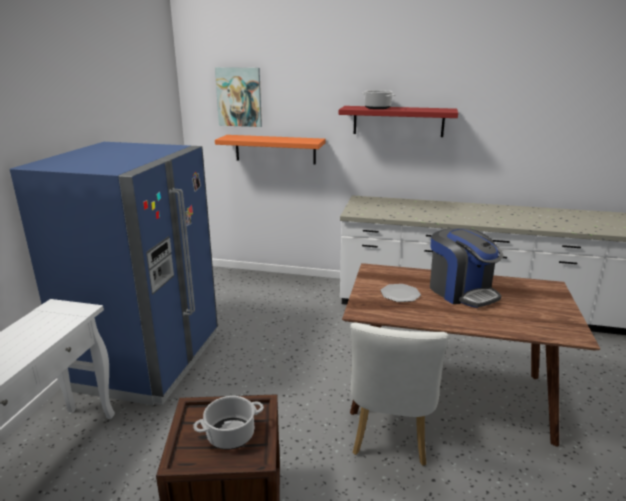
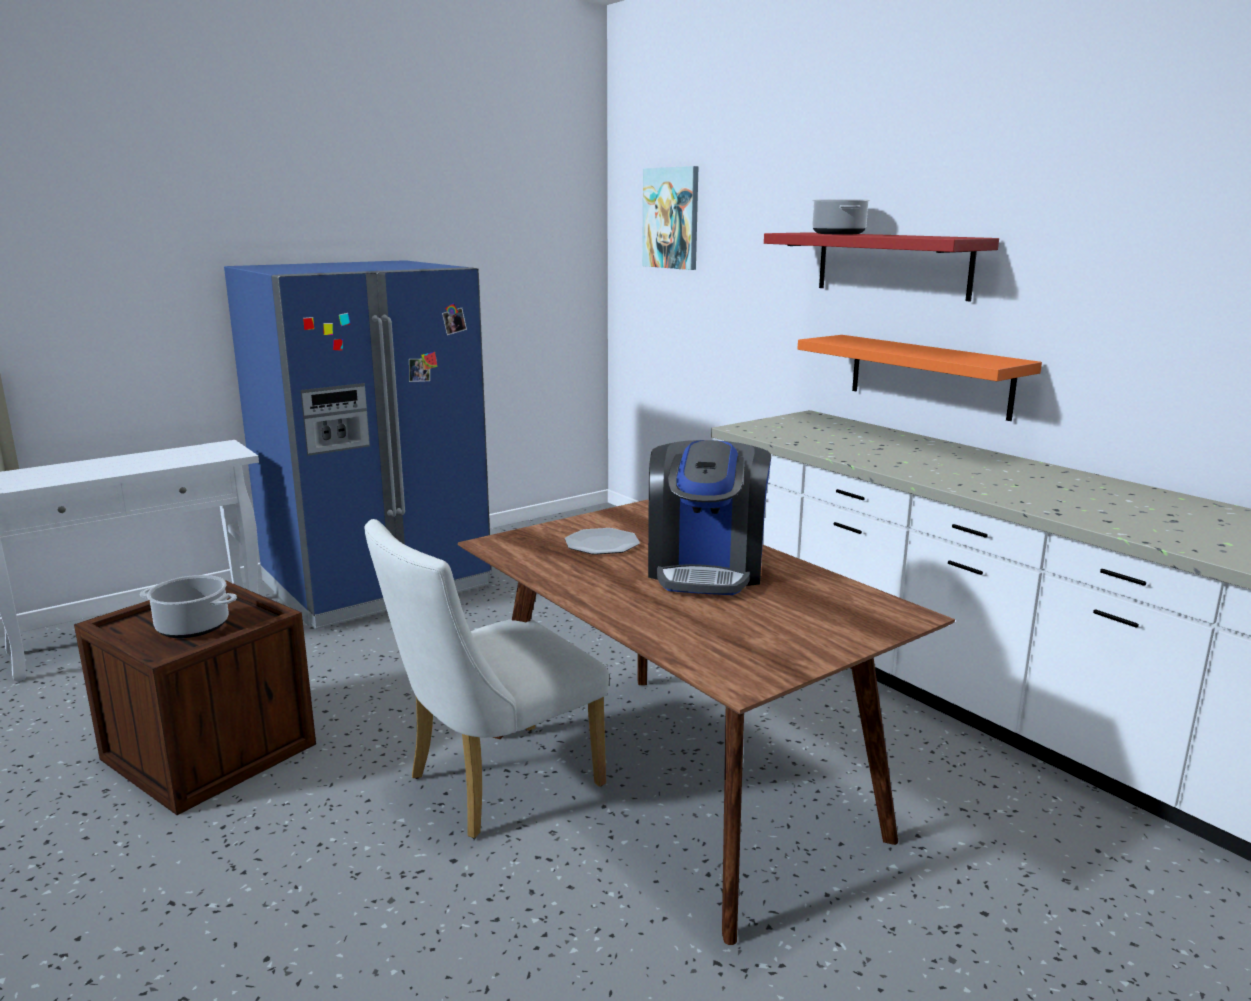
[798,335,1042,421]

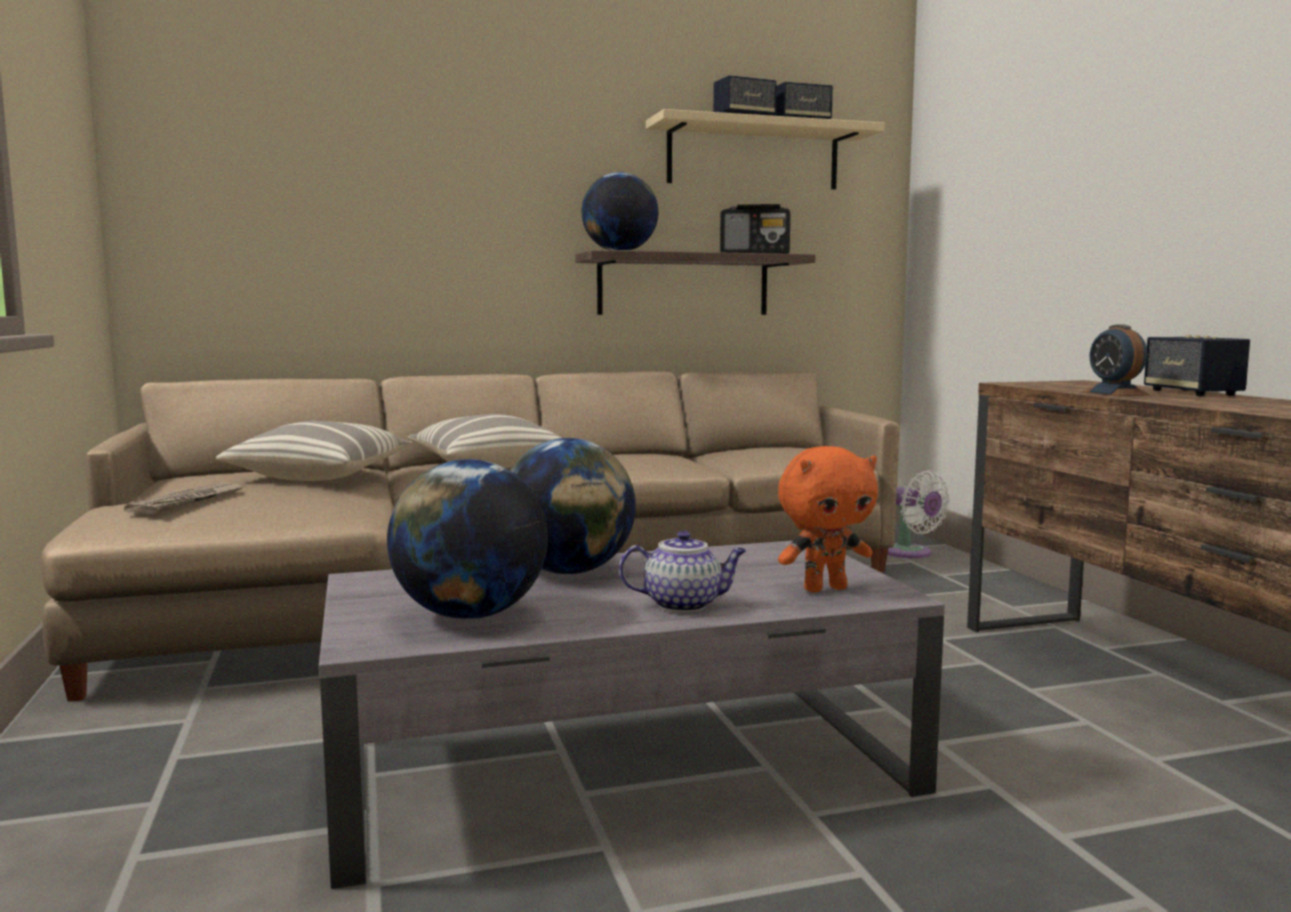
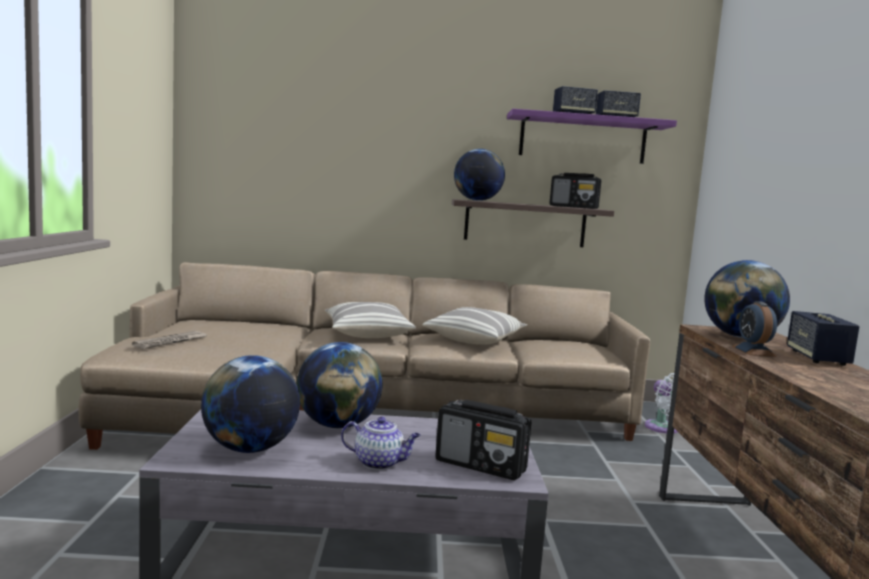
[422,307,527,345]
[435,400,531,480]
[507,109,677,164]
[704,260,790,338]

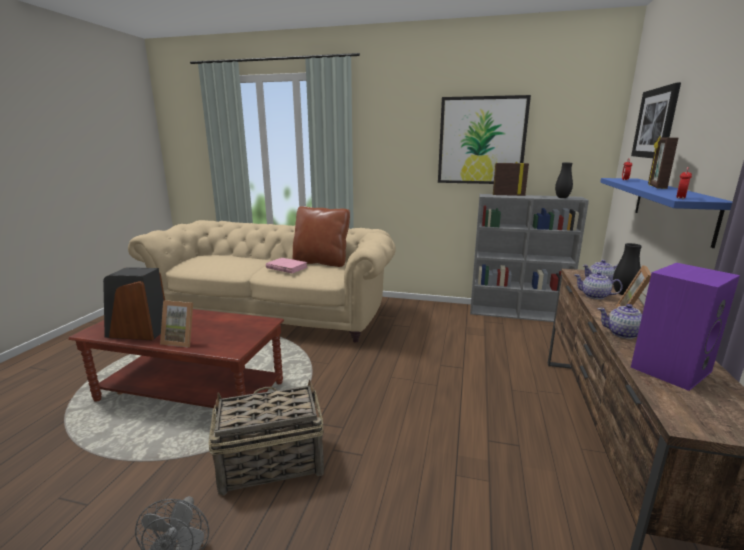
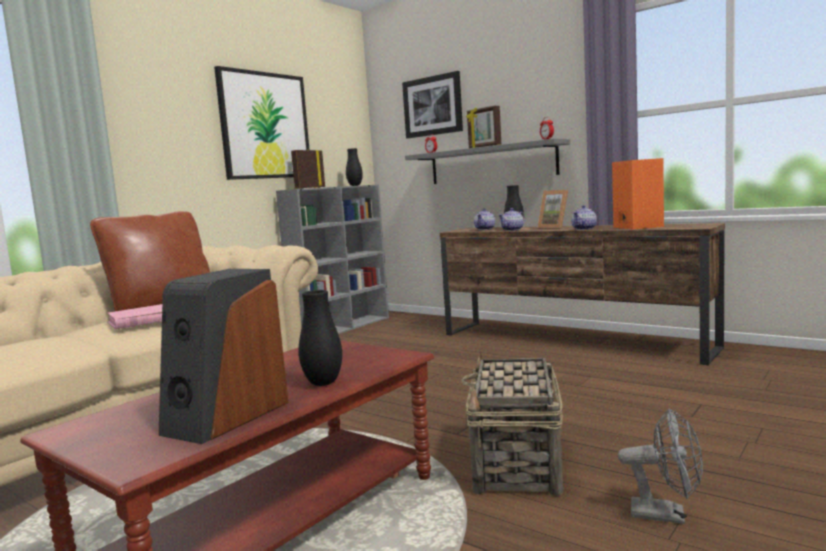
[299,290,342,386]
[405,138,570,184]
[612,158,664,229]

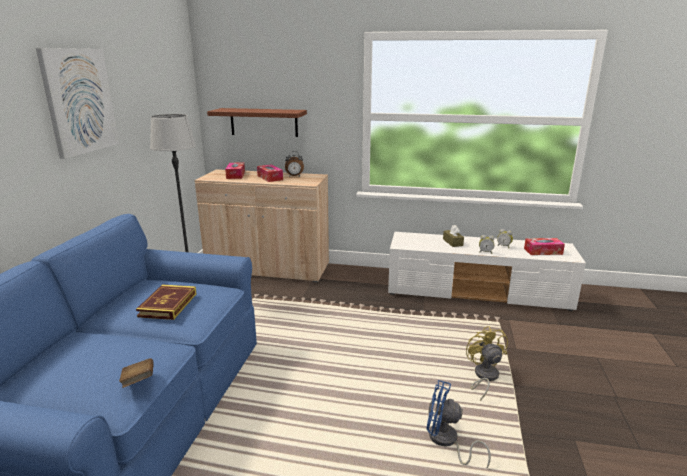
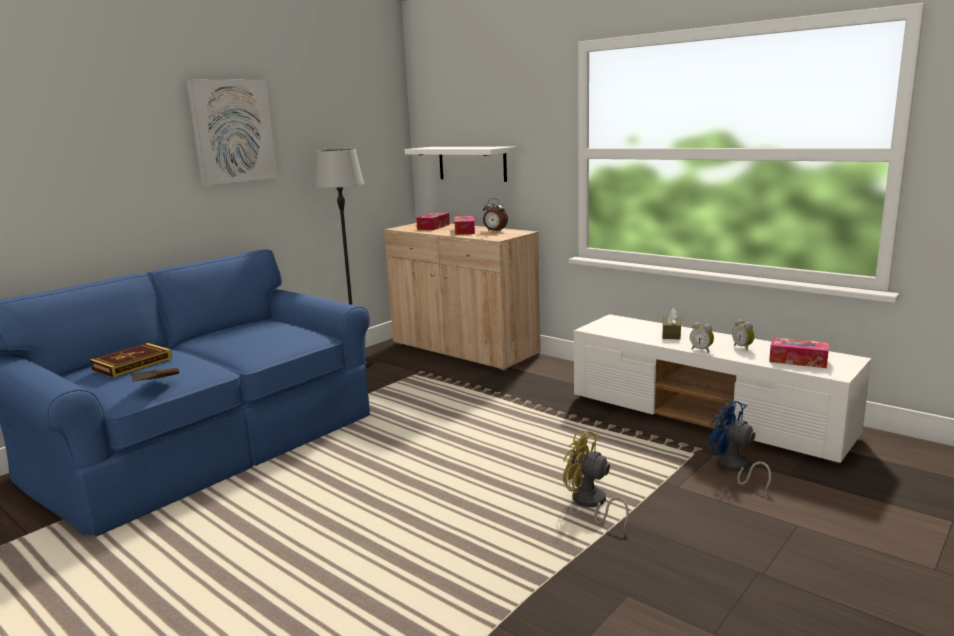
[90,343,172,378]
[405,147,516,182]
[563,430,629,530]
[709,399,771,492]

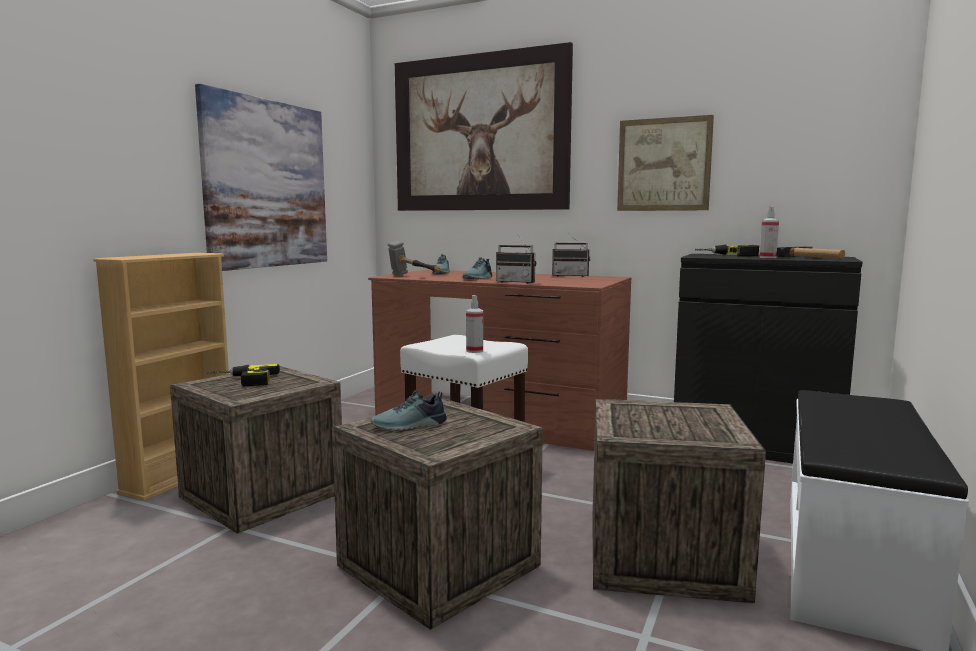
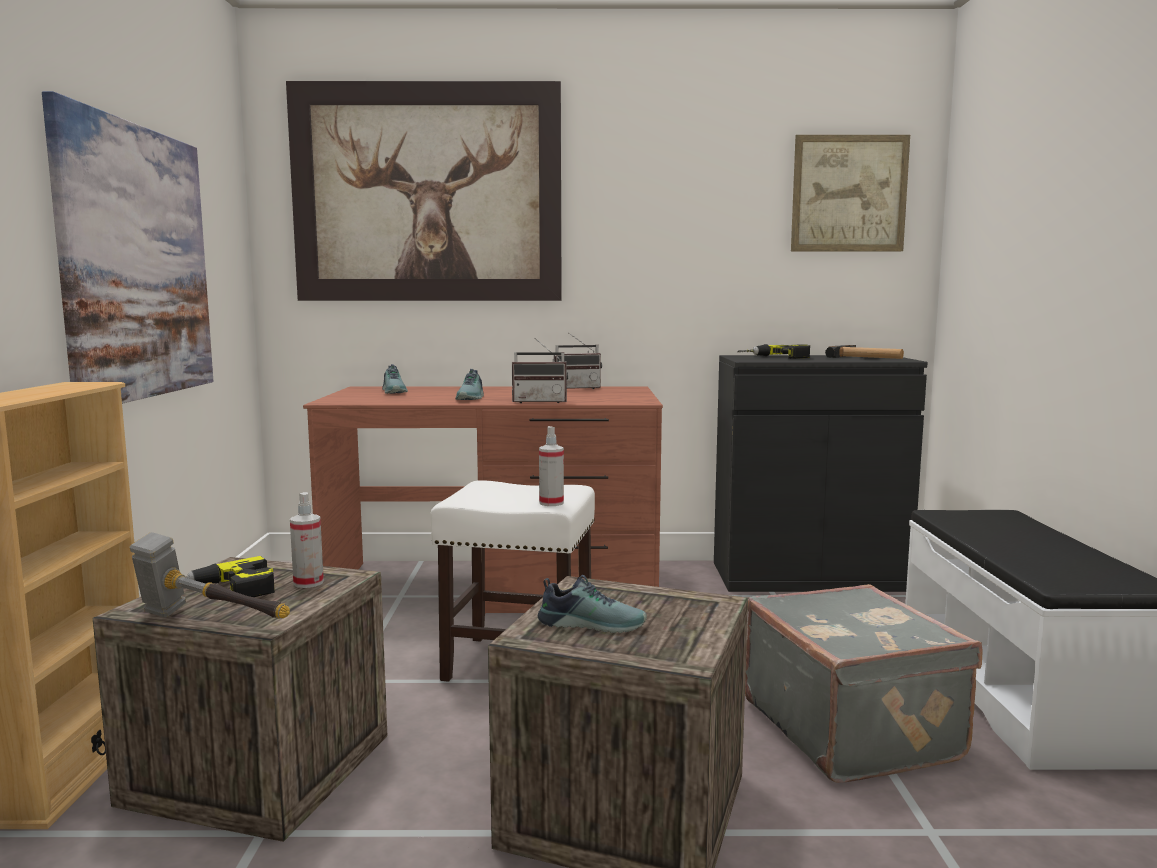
[130,532,290,619]
[290,492,324,588]
[538,575,647,633]
[745,584,983,783]
[791,135,910,251]

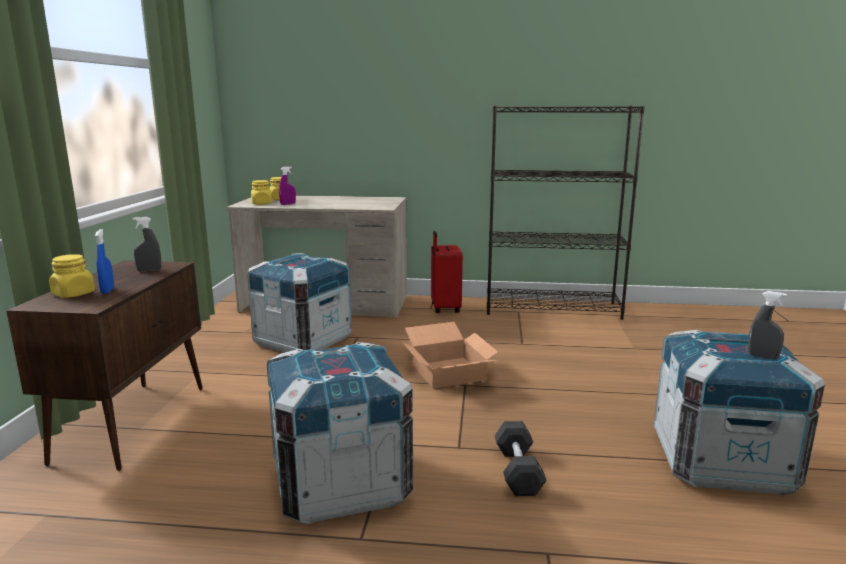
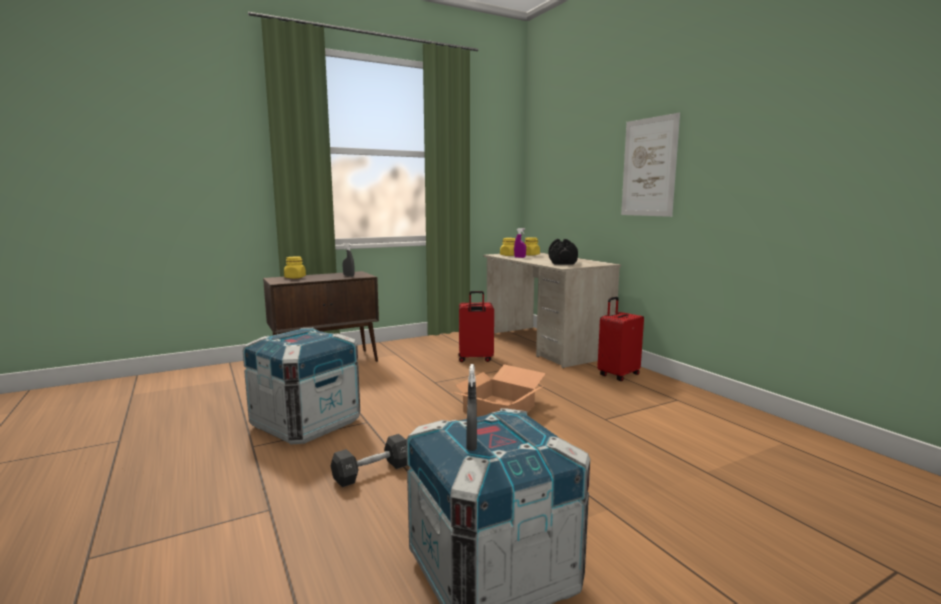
[459,291,494,362]
[548,239,578,265]
[621,113,680,217]
[95,229,114,294] (first image)
[487,106,645,320] (first image)

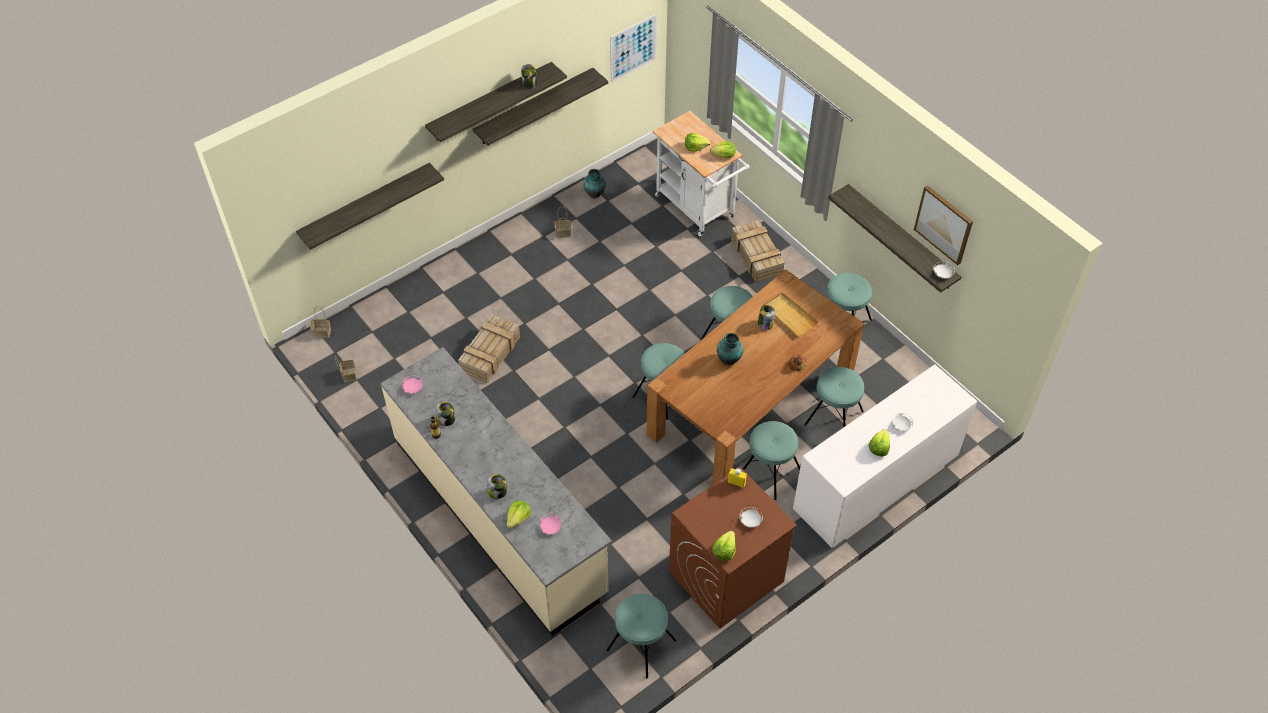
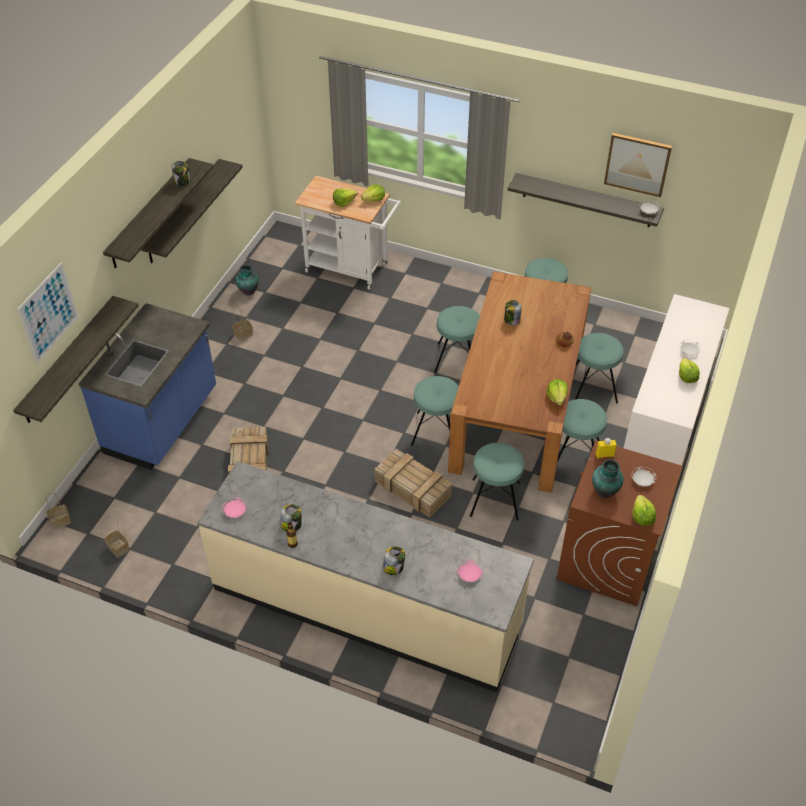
[17,262,79,363]
[79,303,216,470]
[374,449,452,517]
[470,443,524,521]
[546,379,568,405]
[592,459,624,498]
[763,292,818,337] (first image)

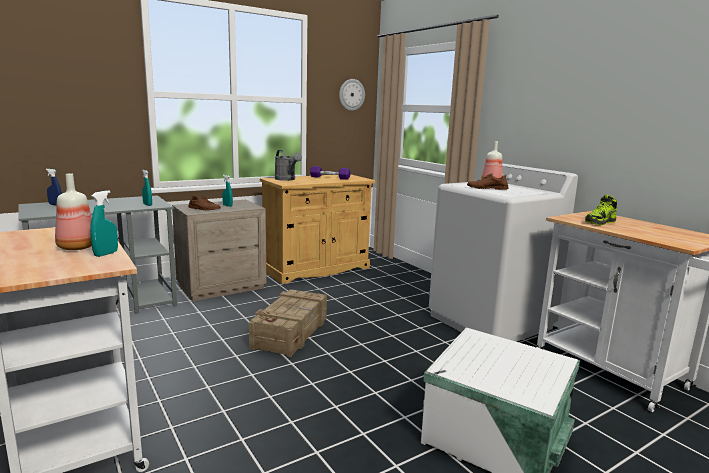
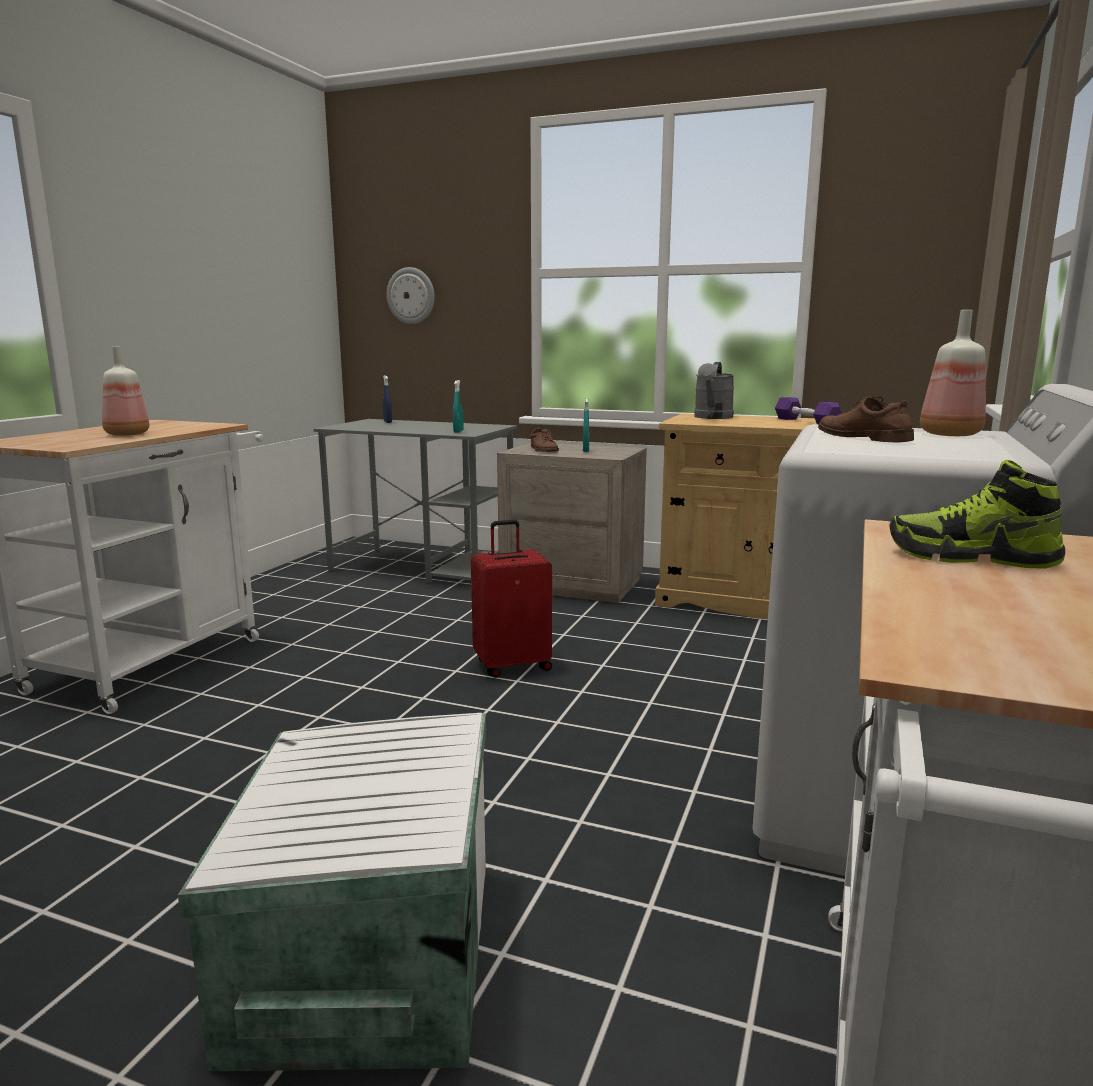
[386,267,435,324]
[471,520,552,678]
[90,191,118,257] (first image)

